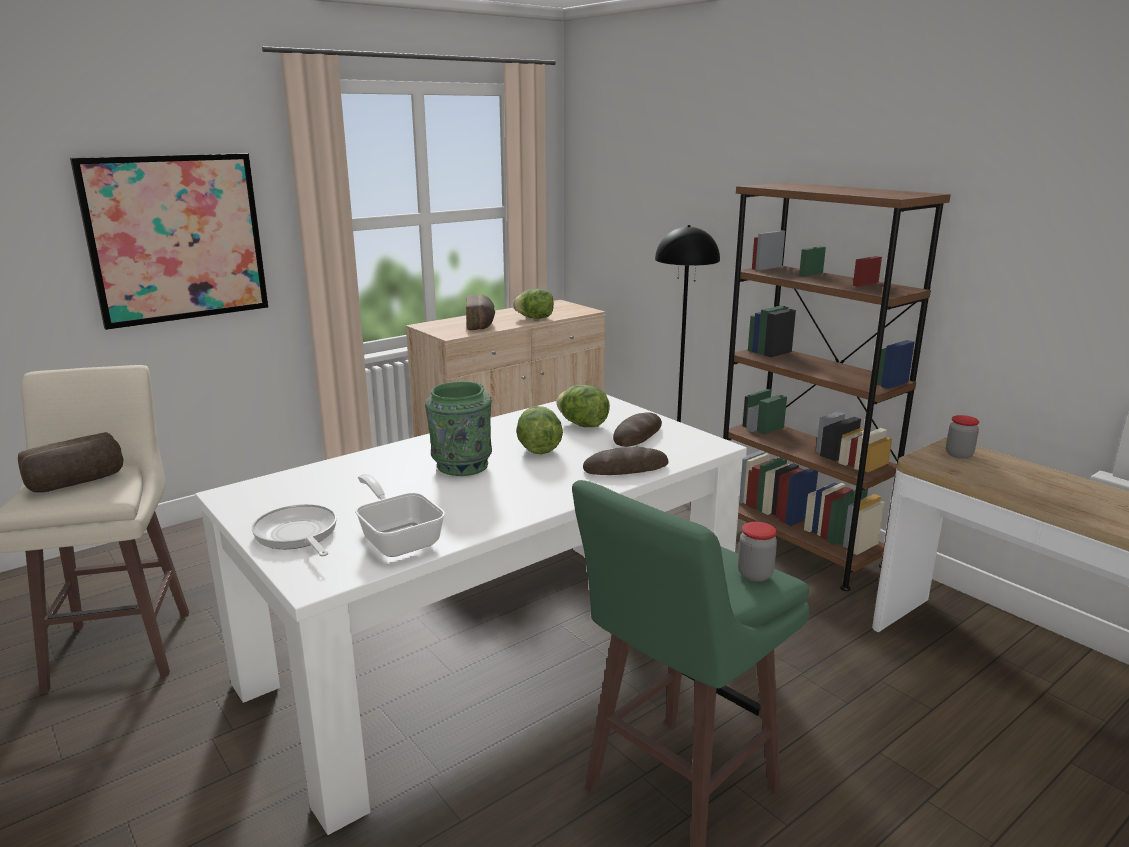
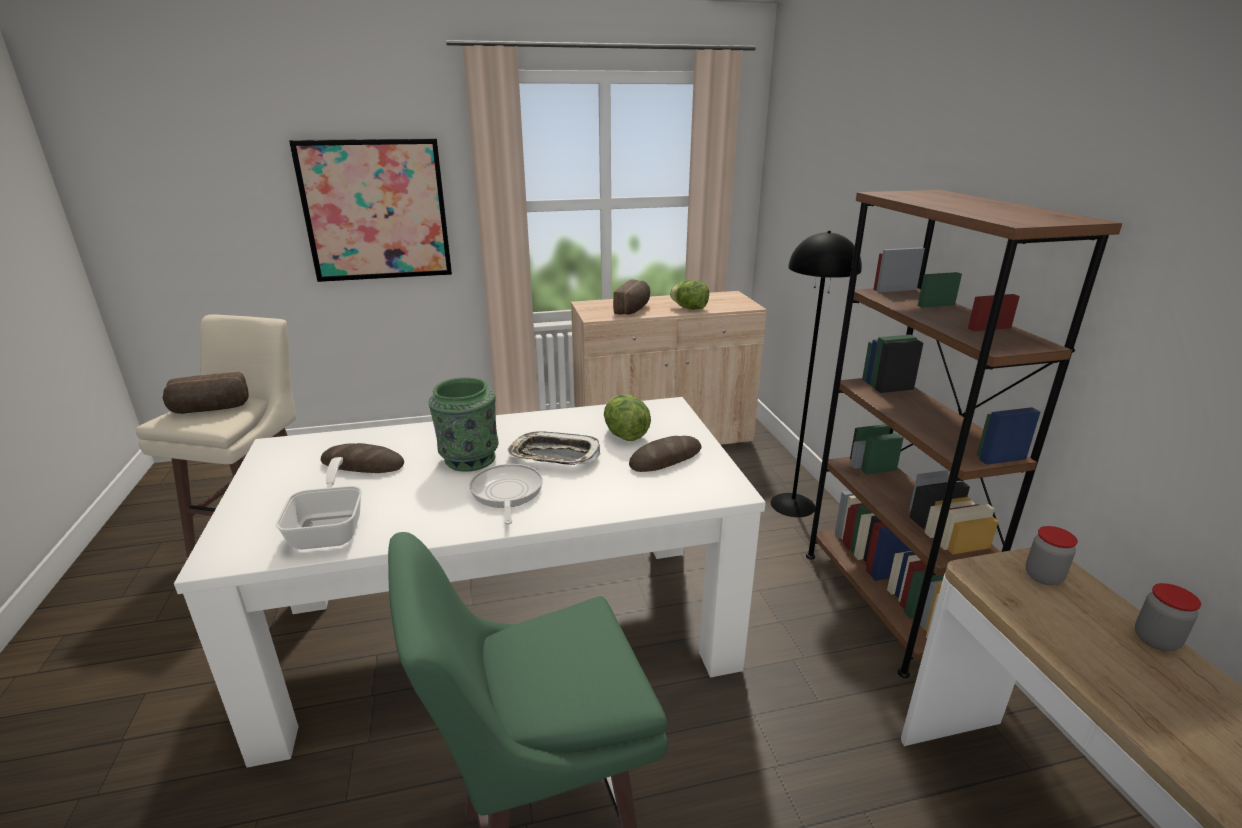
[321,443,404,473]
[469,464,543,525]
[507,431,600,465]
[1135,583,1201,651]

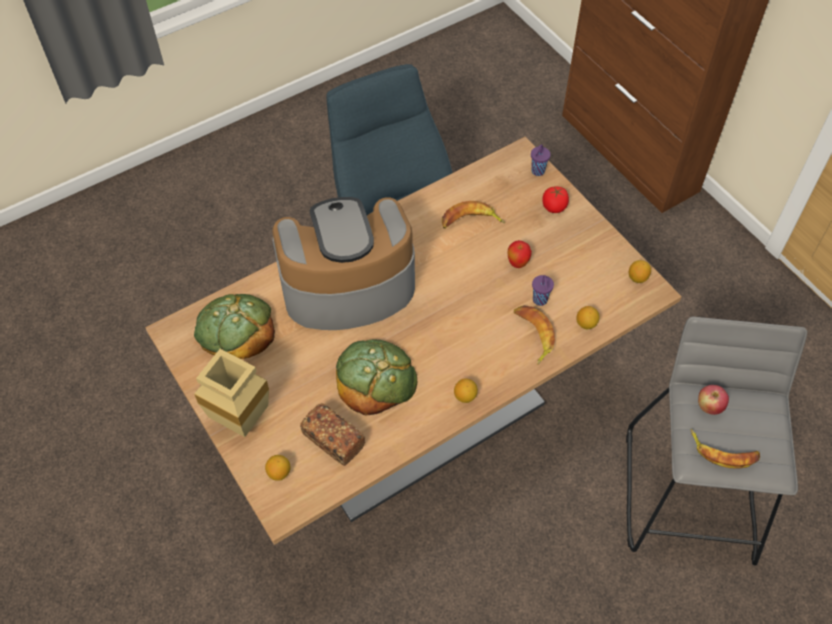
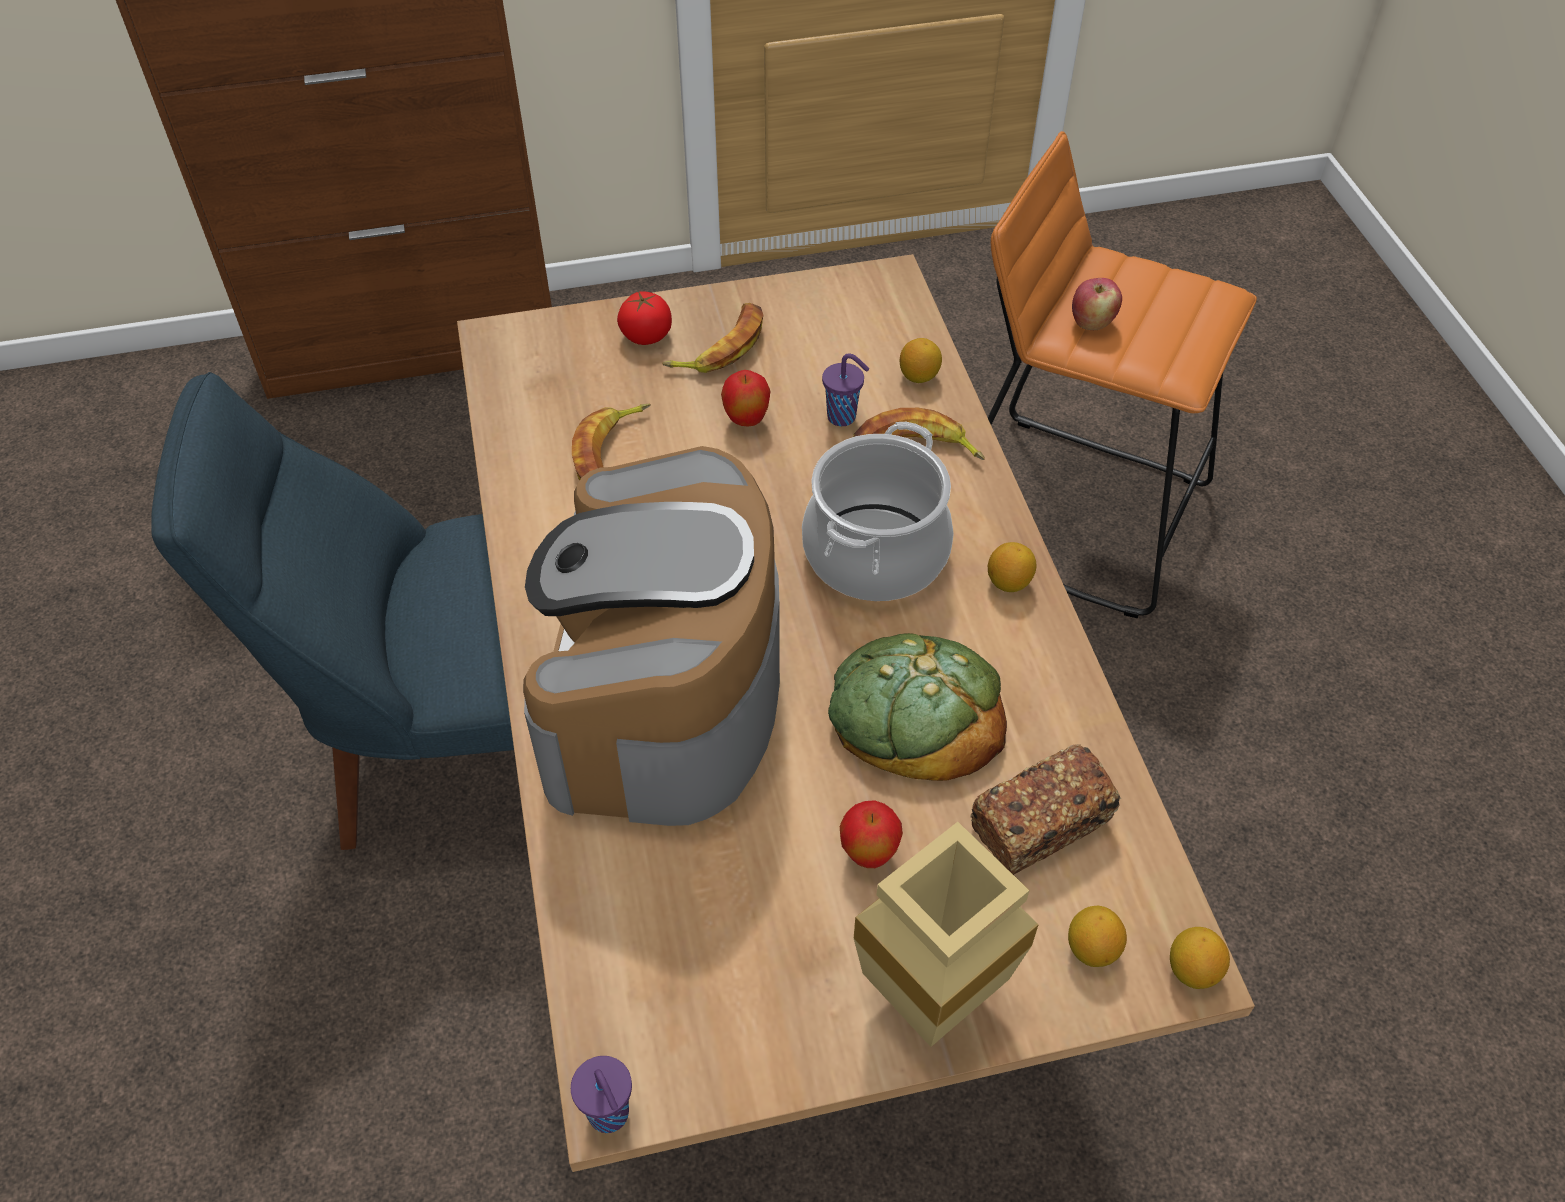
[571,1056,632,1133]
[662,303,763,373]
[802,422,954,601]
[840,800,903,868]
[988,131,1257,618]
[1170,927,1230,989]
[194,294,275,359] (first image)

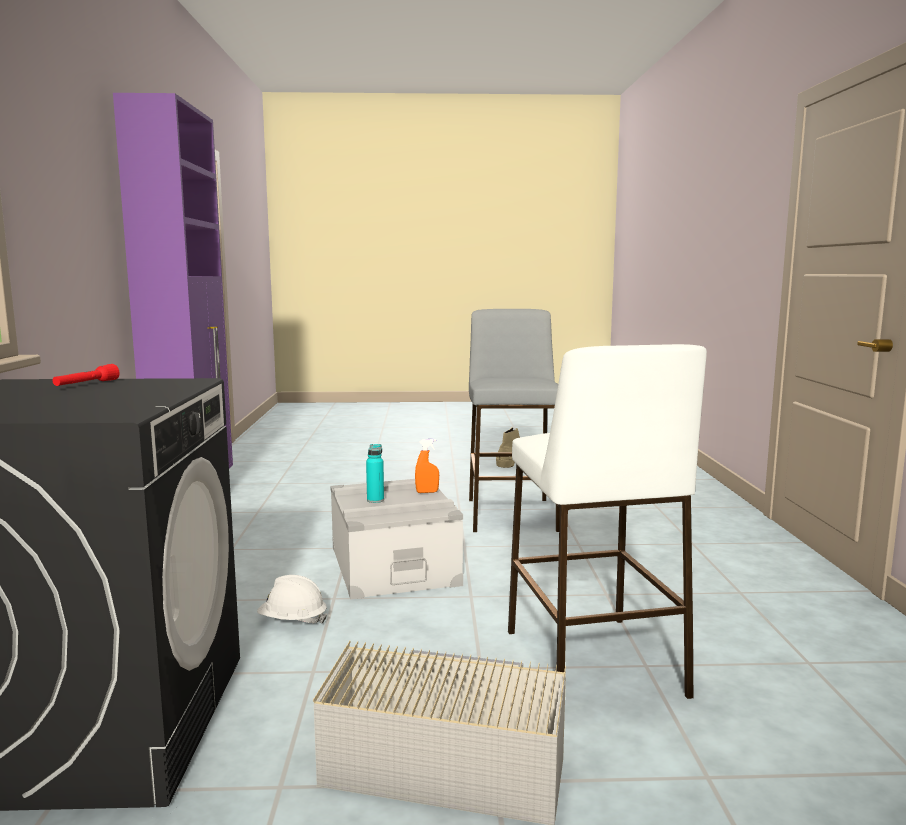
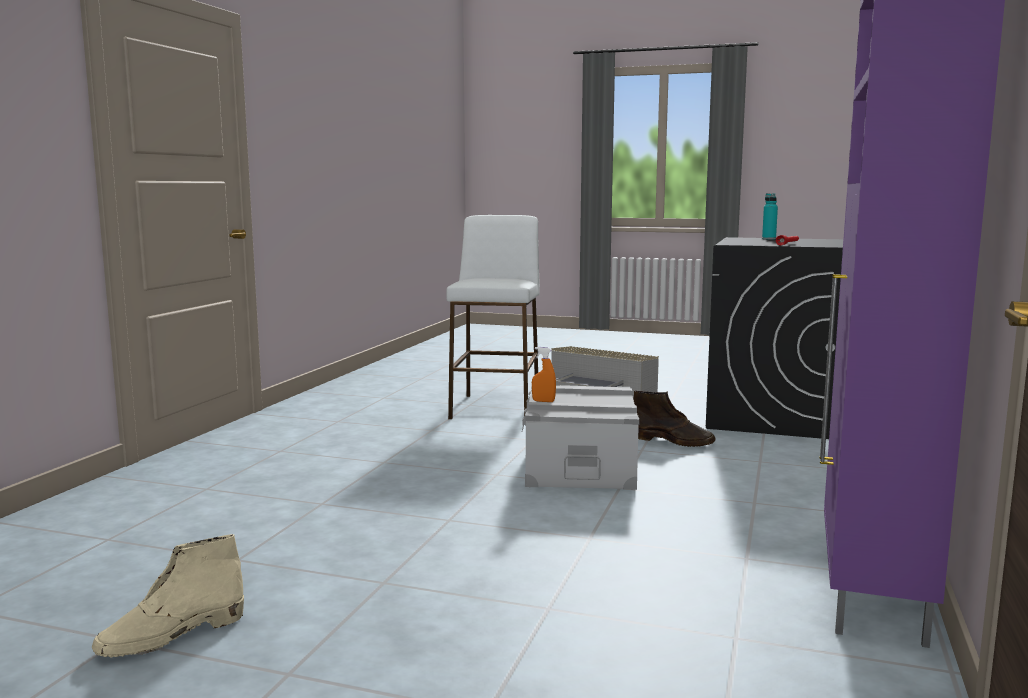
[633,391,716,447]
[762,193,778,239]
[469,309,560,532] (first image)

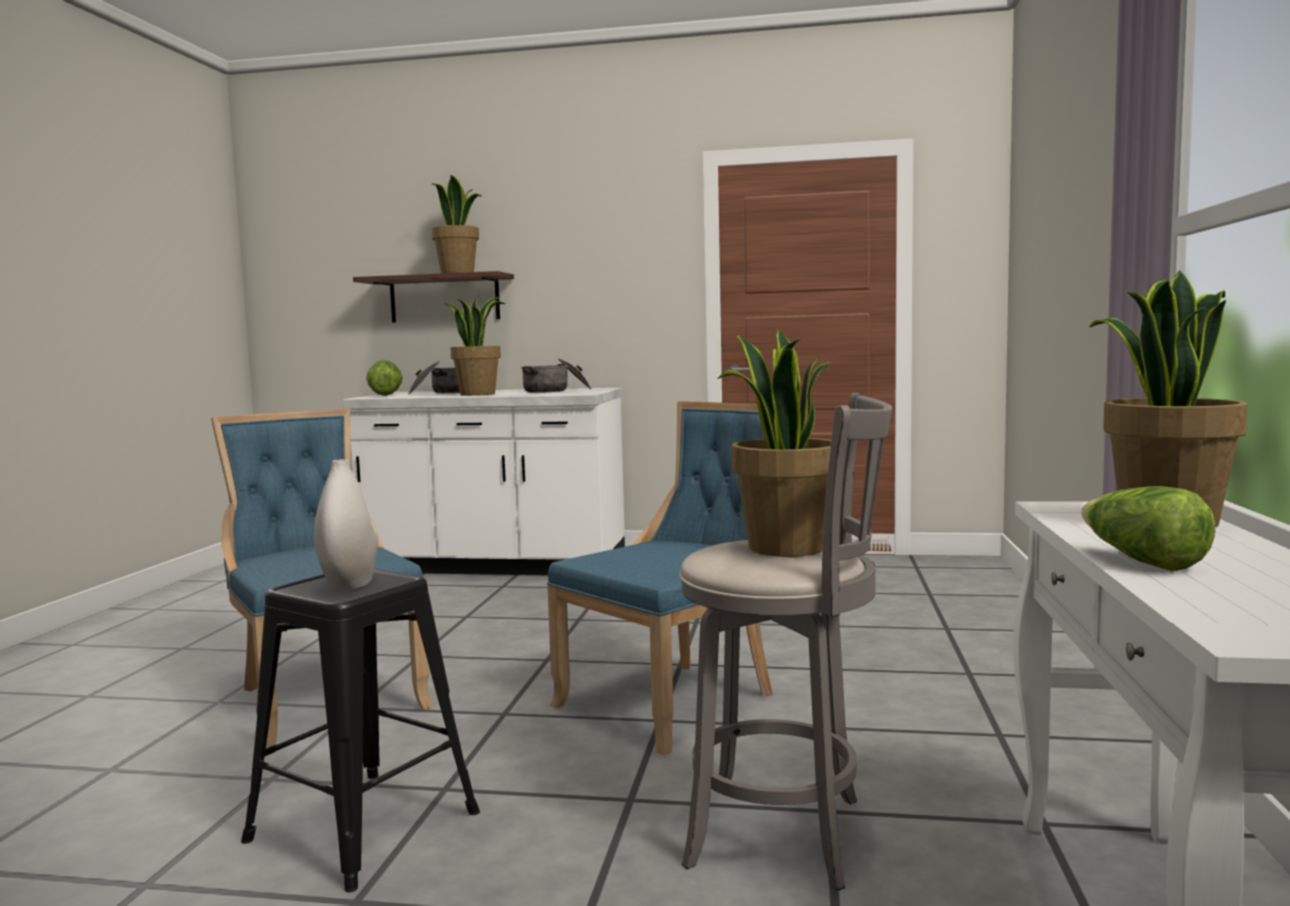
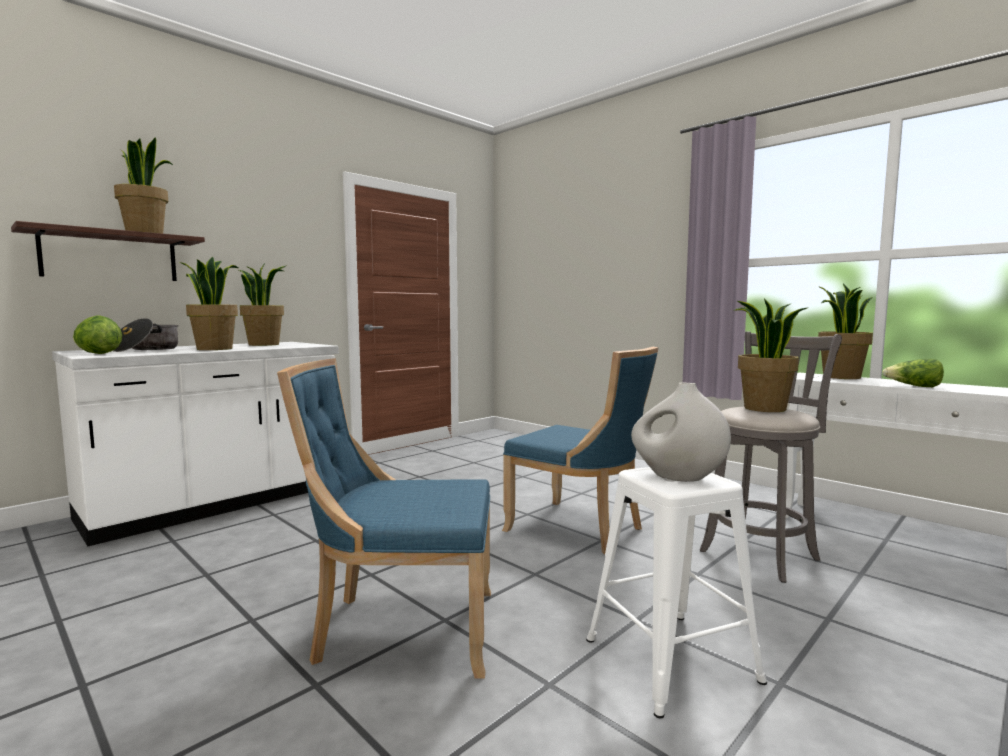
[239,263,286,346]
[502,347,659,555]
[586,467,767,718]

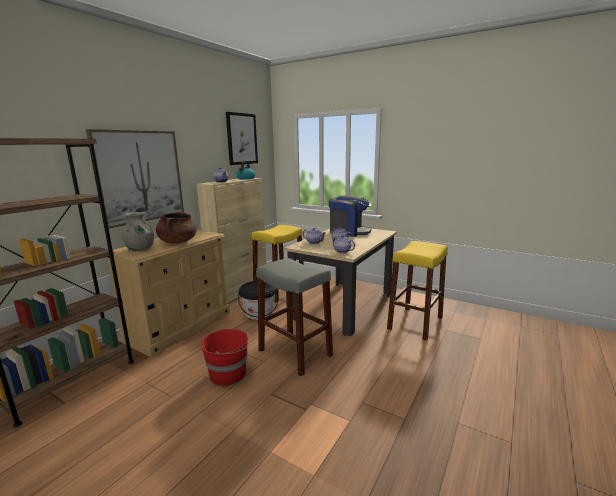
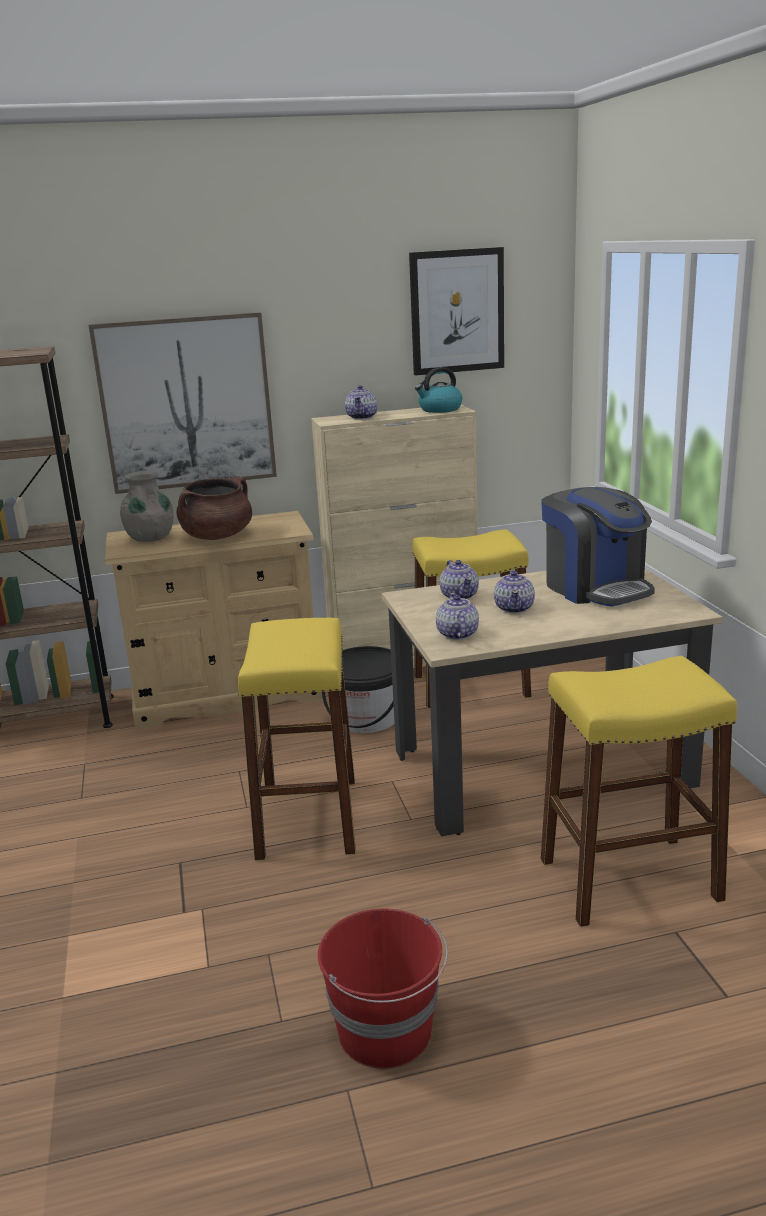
[238,618,356,860]
[318,908,448,1069]

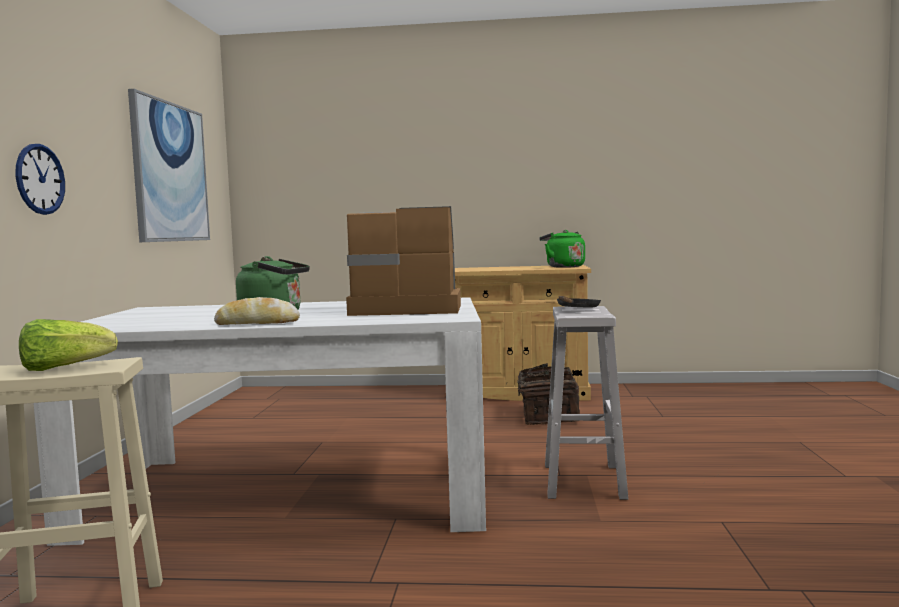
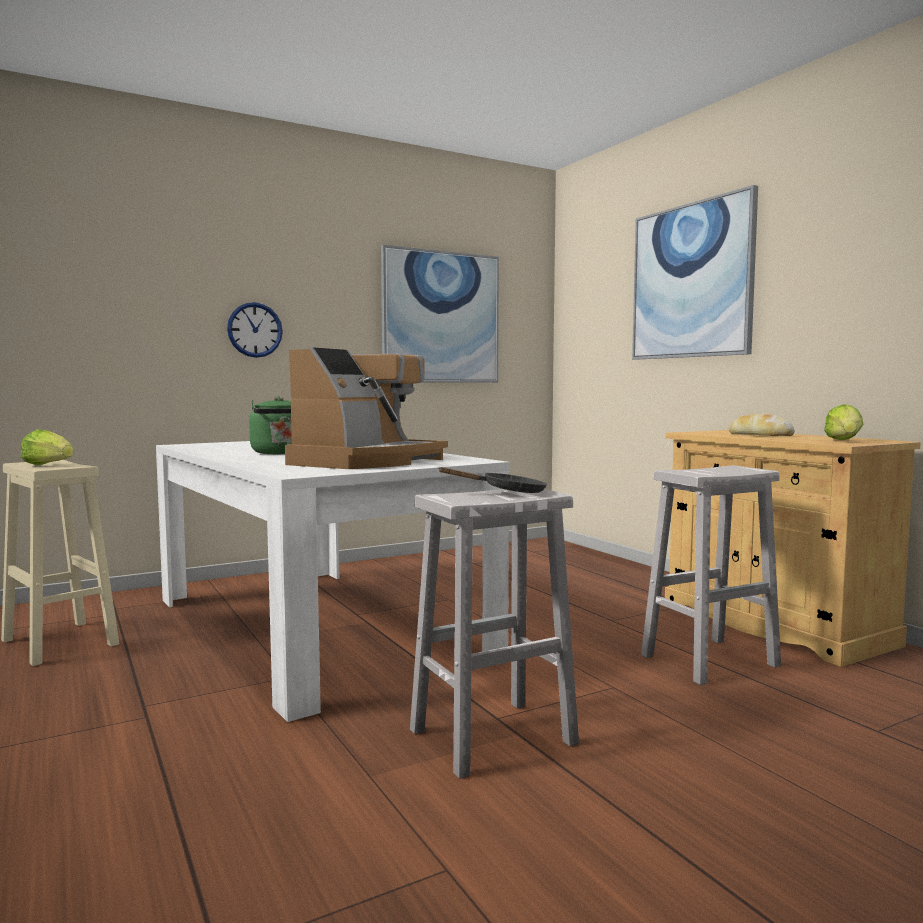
[285,347,448,469]
[632,185,758,360]
[641,465,781,685]
[729,413,795,436]
[824,404,864,440]

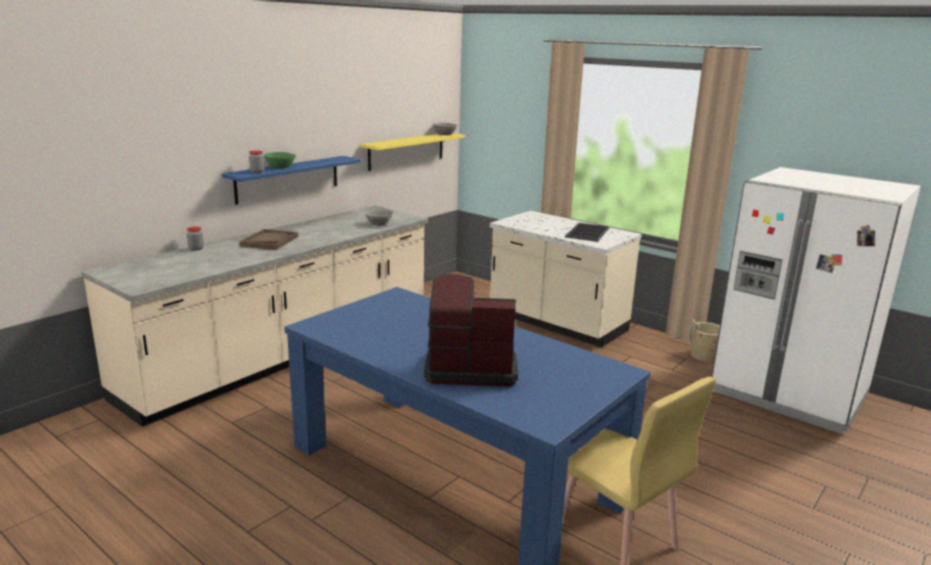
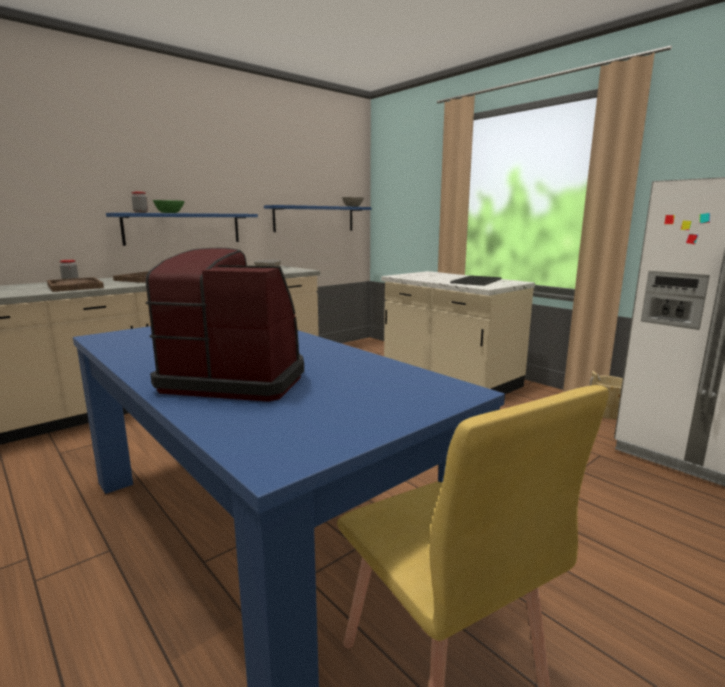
[47,277,104,292]
[264,205,371,232]

